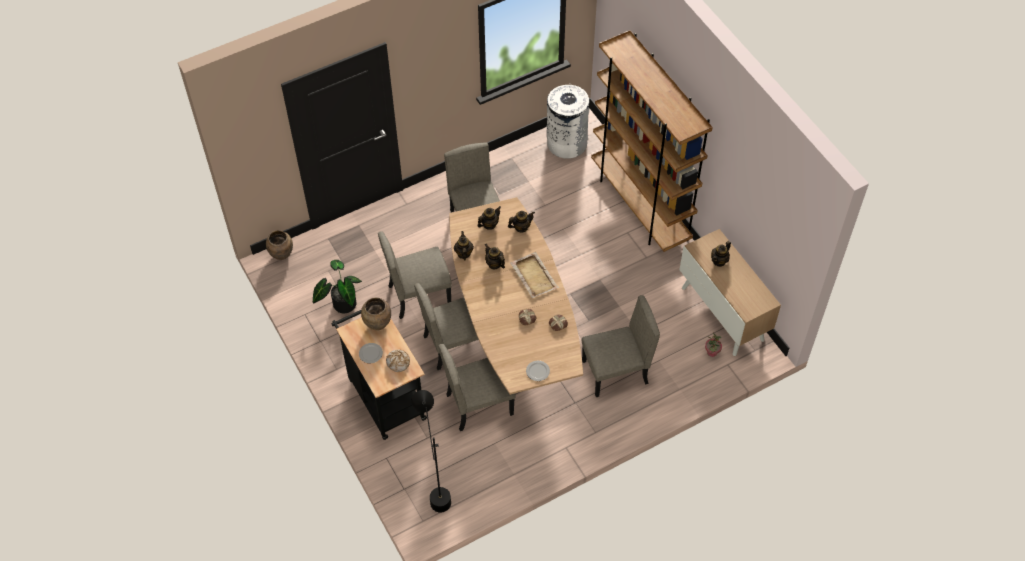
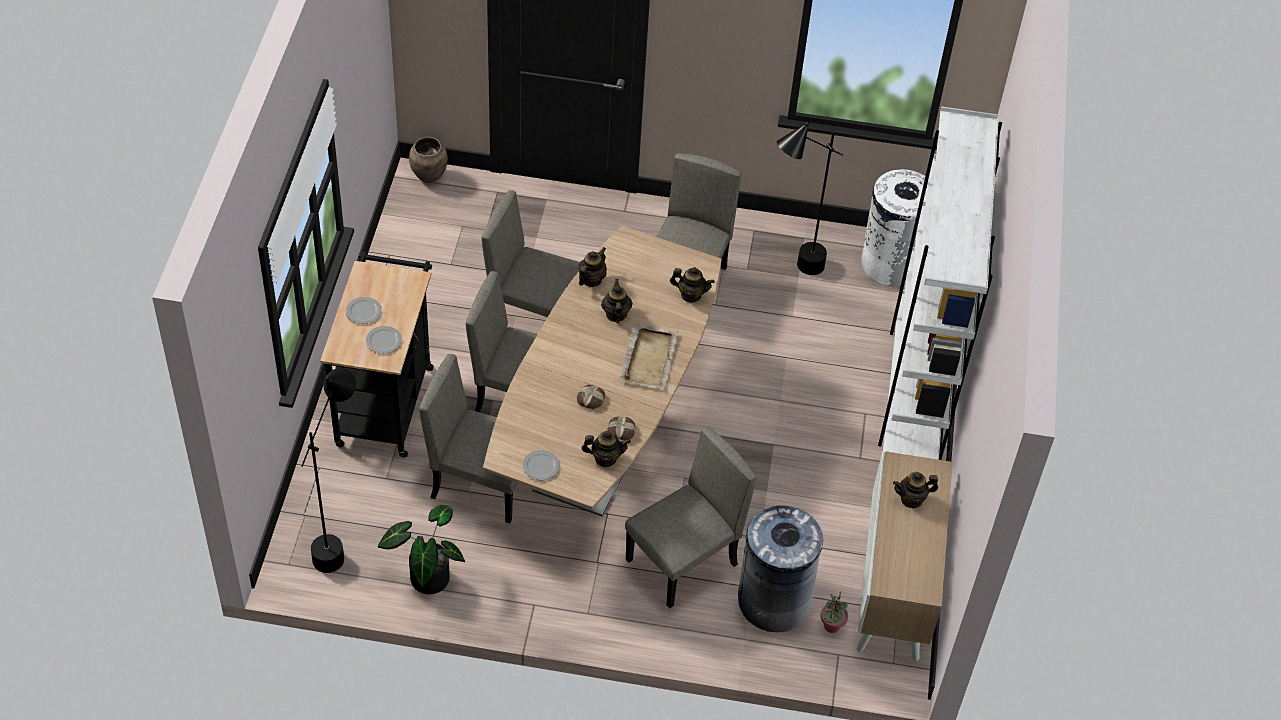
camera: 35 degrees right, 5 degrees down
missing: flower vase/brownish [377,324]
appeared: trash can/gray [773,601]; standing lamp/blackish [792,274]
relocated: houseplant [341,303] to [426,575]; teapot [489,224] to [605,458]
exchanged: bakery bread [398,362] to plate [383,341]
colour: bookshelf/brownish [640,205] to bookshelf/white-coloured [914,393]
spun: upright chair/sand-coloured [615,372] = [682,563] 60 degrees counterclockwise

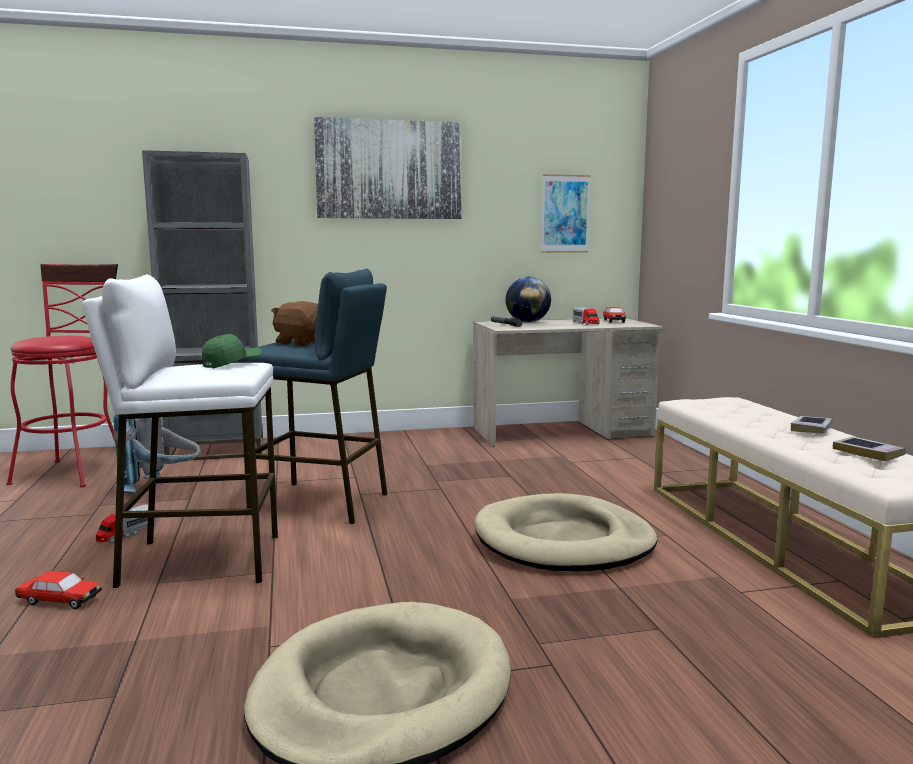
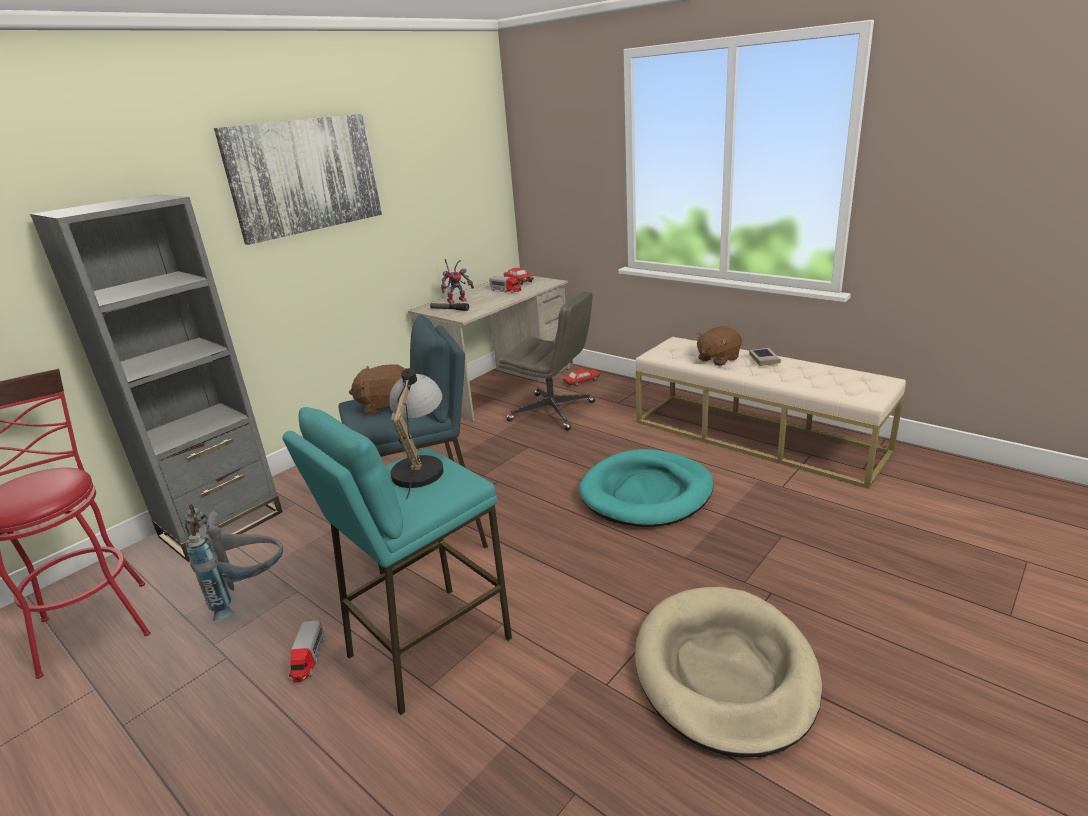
camera: 35 degrees left, 15 degrees up
missing: picture [565,214]; bound book [868,453]
appeared: desk chair/gray [553,412]; plush toy/brownish [717,359]
relocated: model car [59,600] to [581,381]
exchanged: peaked cap/green [232,364] to lamp for a table [420,466]; world globe [527,322] to toy robot [458,300]
colour: stool seat/white-coloured [200,561] to stool seat/turquoise-coloured [427,646]; dog bed/sand-coloured [563,541] to dog bed/turquoise-coloured [646,493]

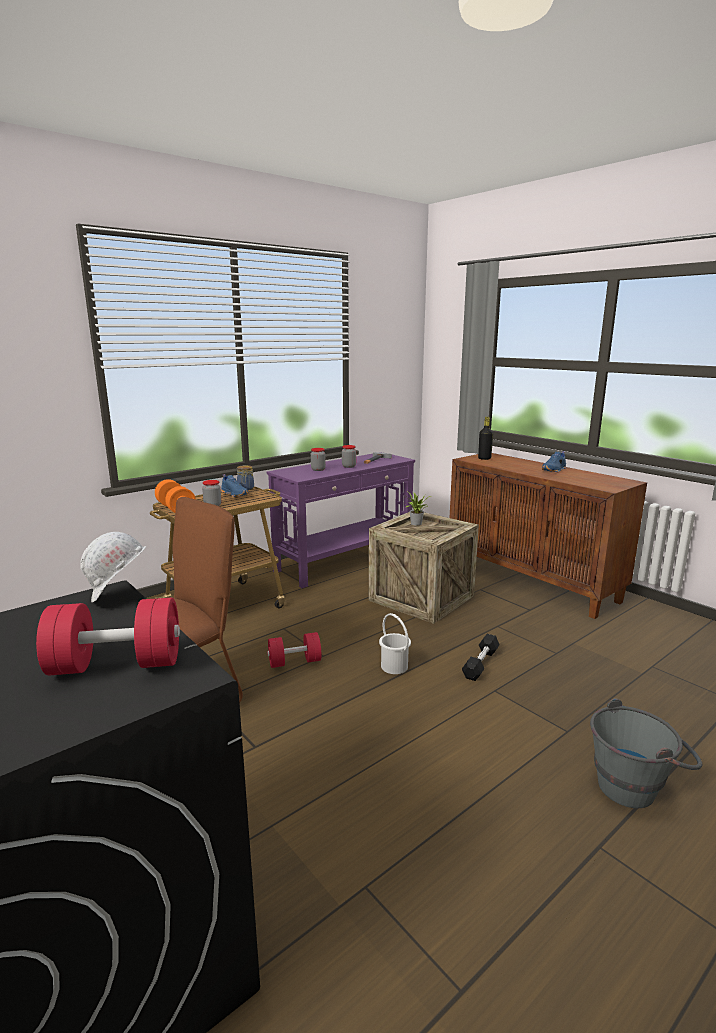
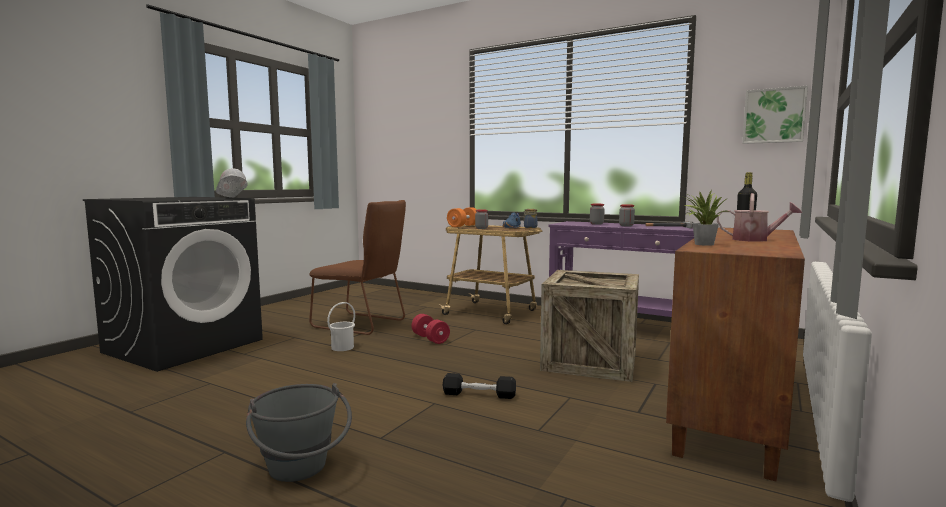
camera: 70 degrees right, 10 degrees down
missing: hand weight/red [117,665]
appeared: picture [774,116]
relocated: bucket/white-coloured [394,667] to [342,347]; houseplant [415,524] to [701,244]
exchanged: item of footwear/blue-coloured [554,470] to watering can [755,240]

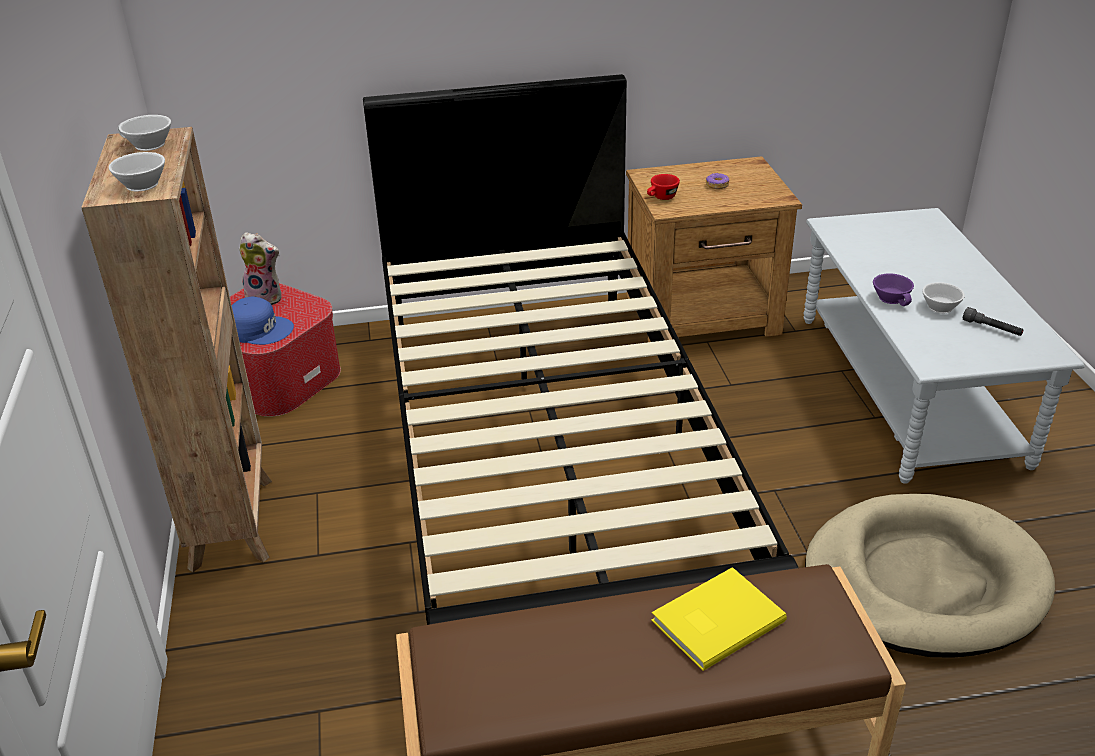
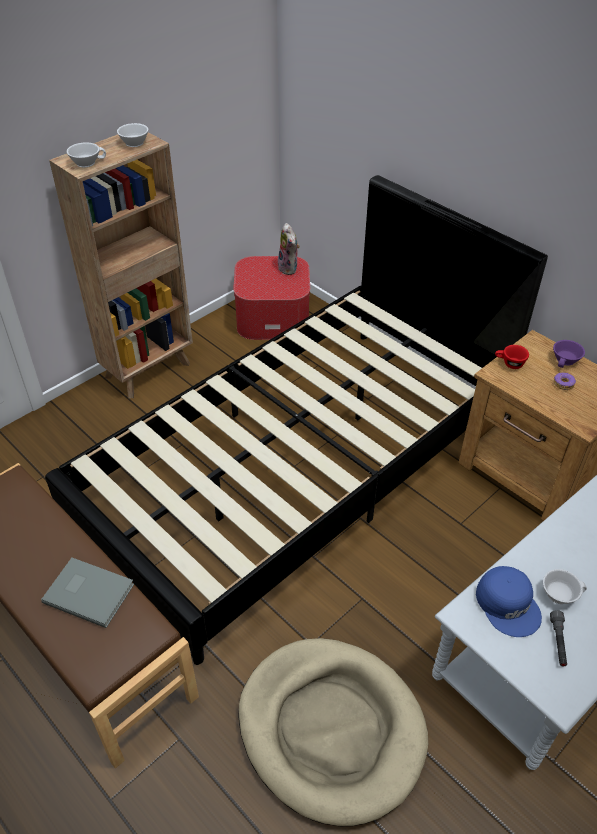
camera: 55 degrees right, 10 degrees up
relocated: peaked cap/blue-coloured [259,329] to [508,604]; small cup/purplish [892,298] to [566,360]
colour: bound book/yellowish [714,620] to bound book/gray [89,591]

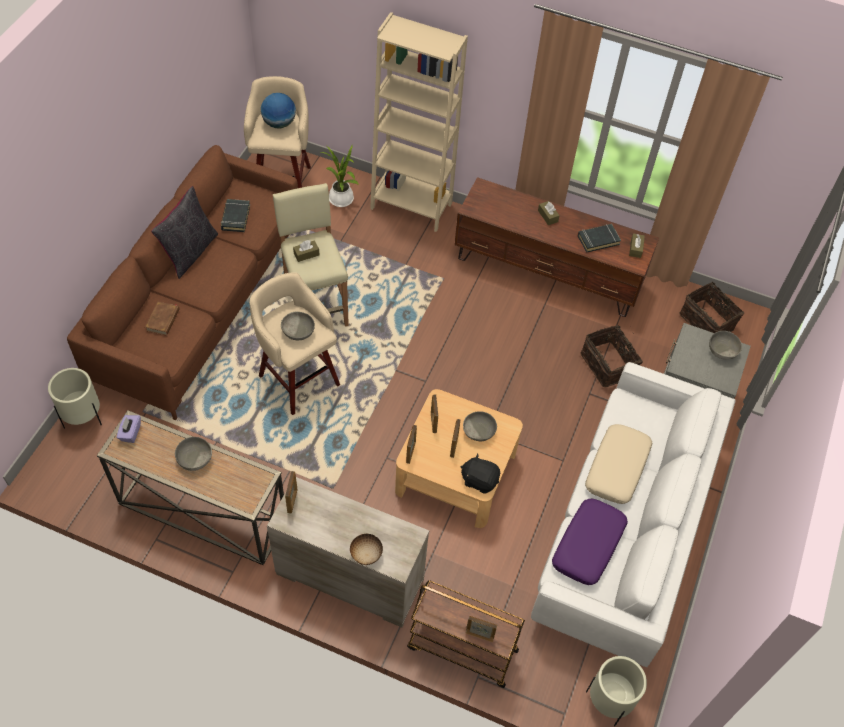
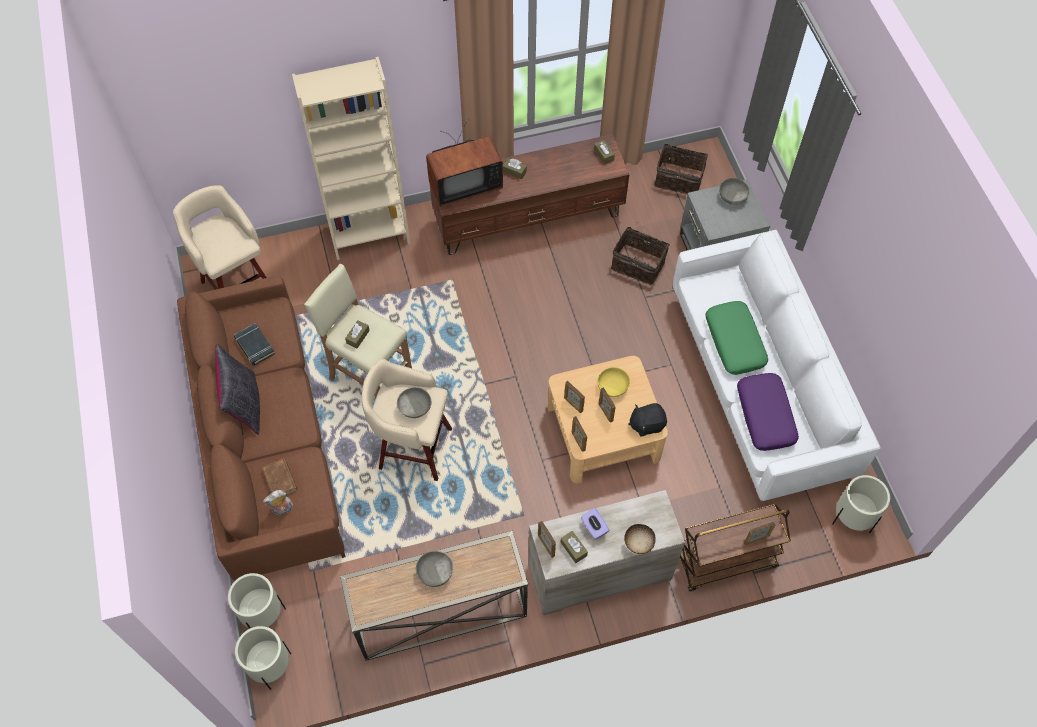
camera: 35 degrees left, 5 degrees up
missing: world globe [279,123]; houseplant [342,201]; bound book/blackish [598,240]
appeared: flower pot/sand-coloured [270,666]; plush toy [282,509]; television [463,184]; tissue holder/brownish [573,549]
relocated: tissue holder/purplish [130,433] to [594,528]
colour: bowl/gray [479,432] to bowl/yellowish [613,387]; pillow/sand-coloured [617,468] to pillow/green [735,342]

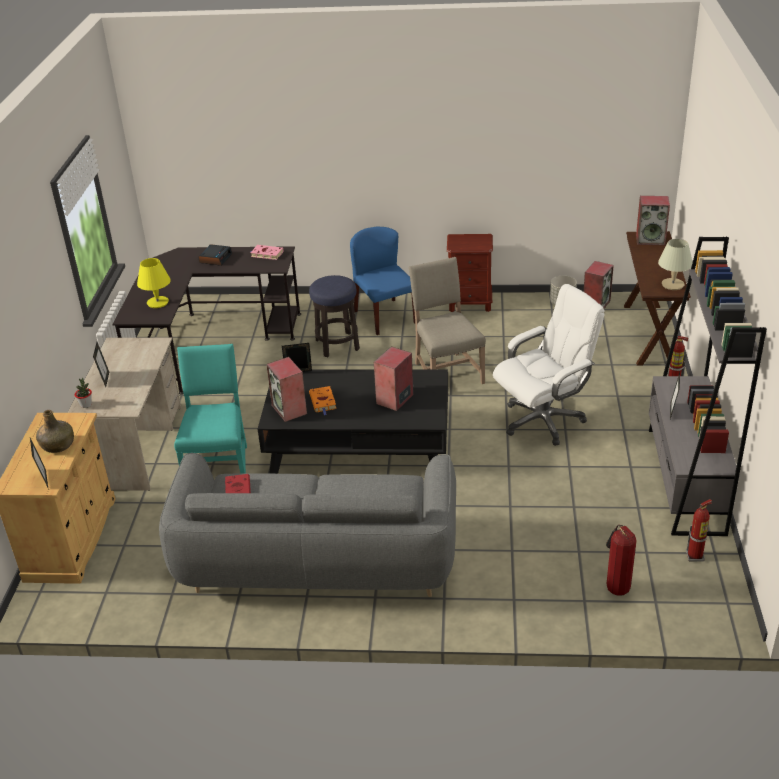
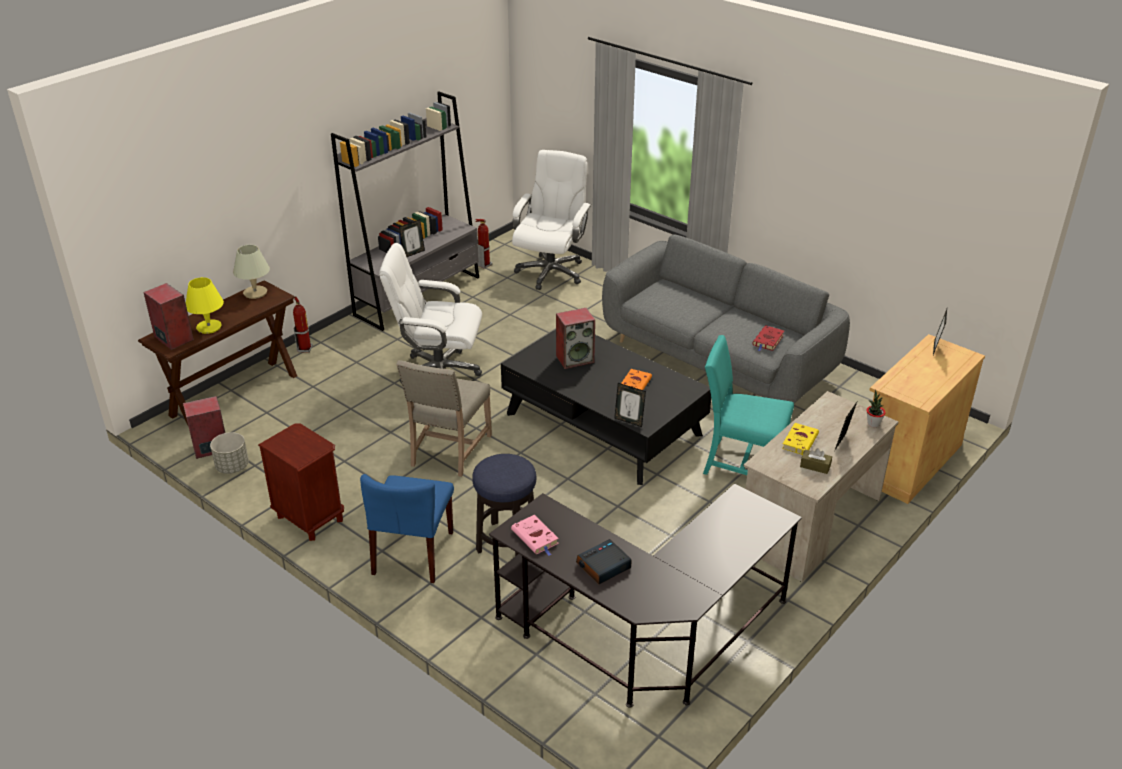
camera: 145 degrees left, 0 degrees up
missing: beverage bottle/green [58,445]; speaker [290,410]
appeared: bound book/yellowish [800,441]; tissue holder/brownish [815,466]
relocated: lamp for a table/yellowish [157,303] to [209,327]
exchanged: extinguisher [616,587] to desk chair/white-coloured [550,272]
spun: upright chair/turquoise-coloured [219,466] = [741,464] 75 degrees clockwise

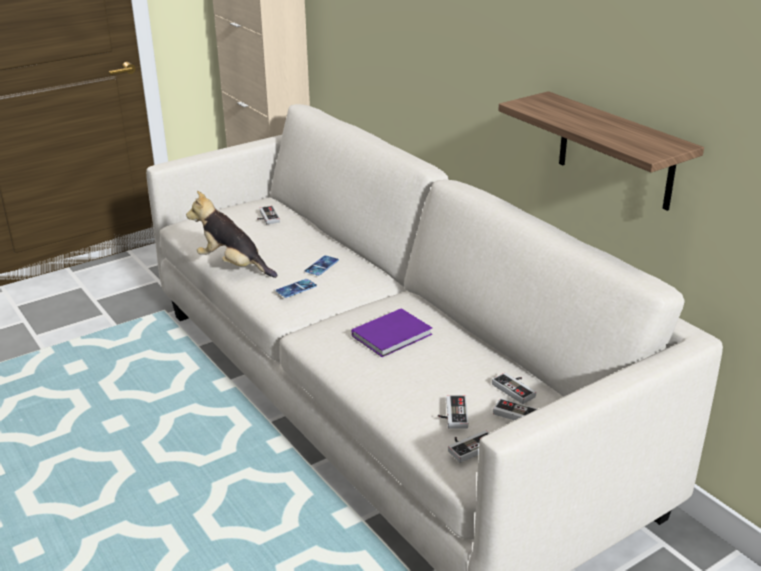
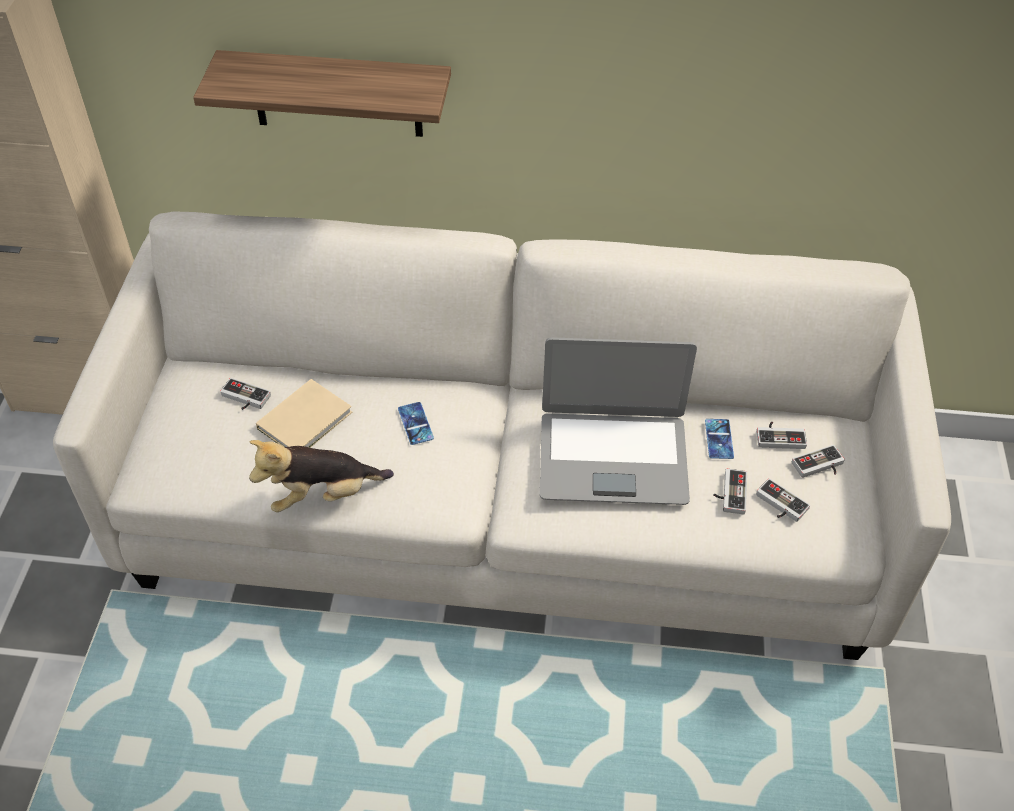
camera: 50 degrees left, 20 degrees up
appeared: bound book/sand-coloured [307,420]
relocated: wall shelf [615,151] to [337,94]; telephone [296,288] to [719,439]; joypad [469,446] to [729,493]
exchanged: bound book/purplish [394,335] to notebook computer [612,457]

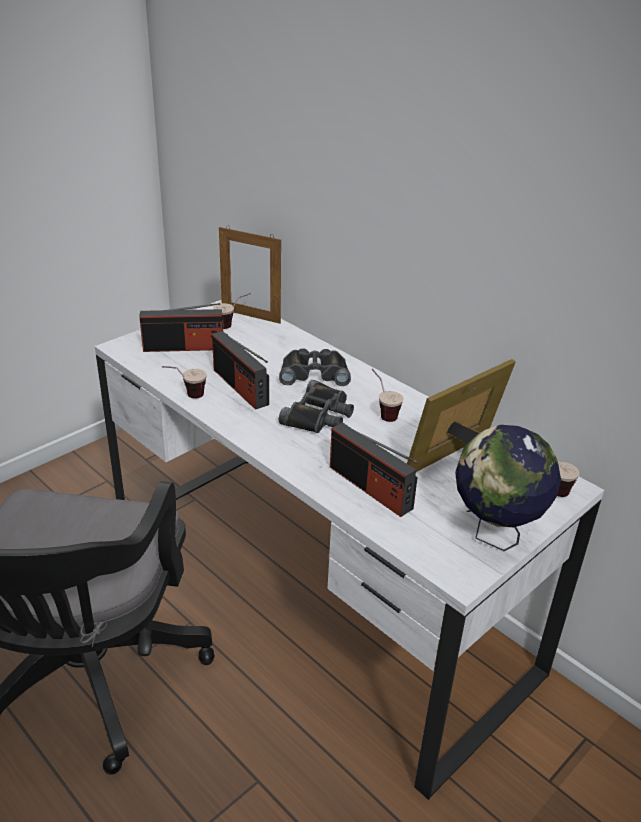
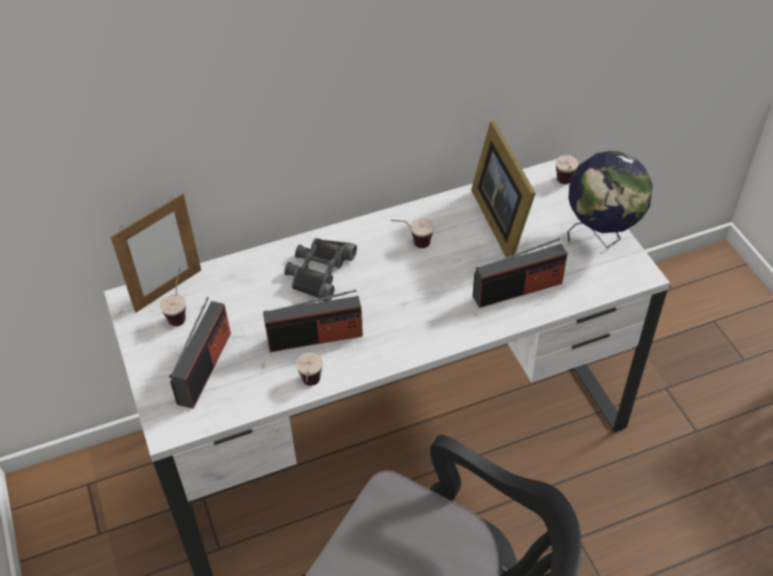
camera: 65 degrees left, 15 degrees up
missing: binoculars/blackish [319,415]

